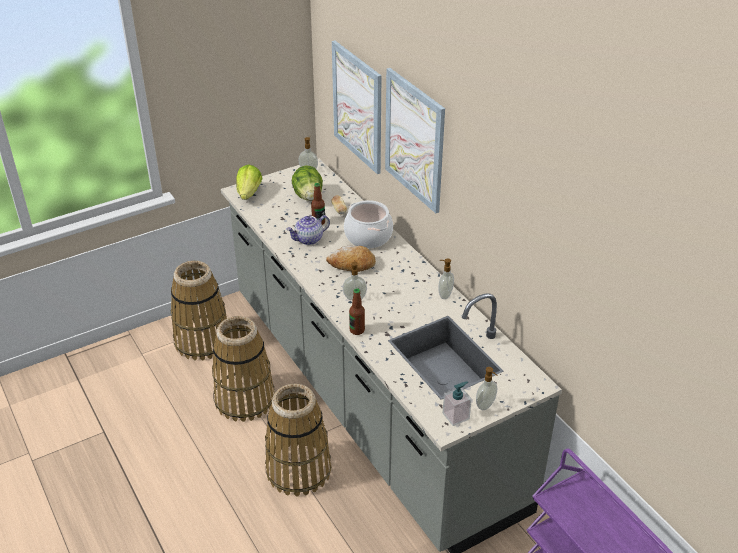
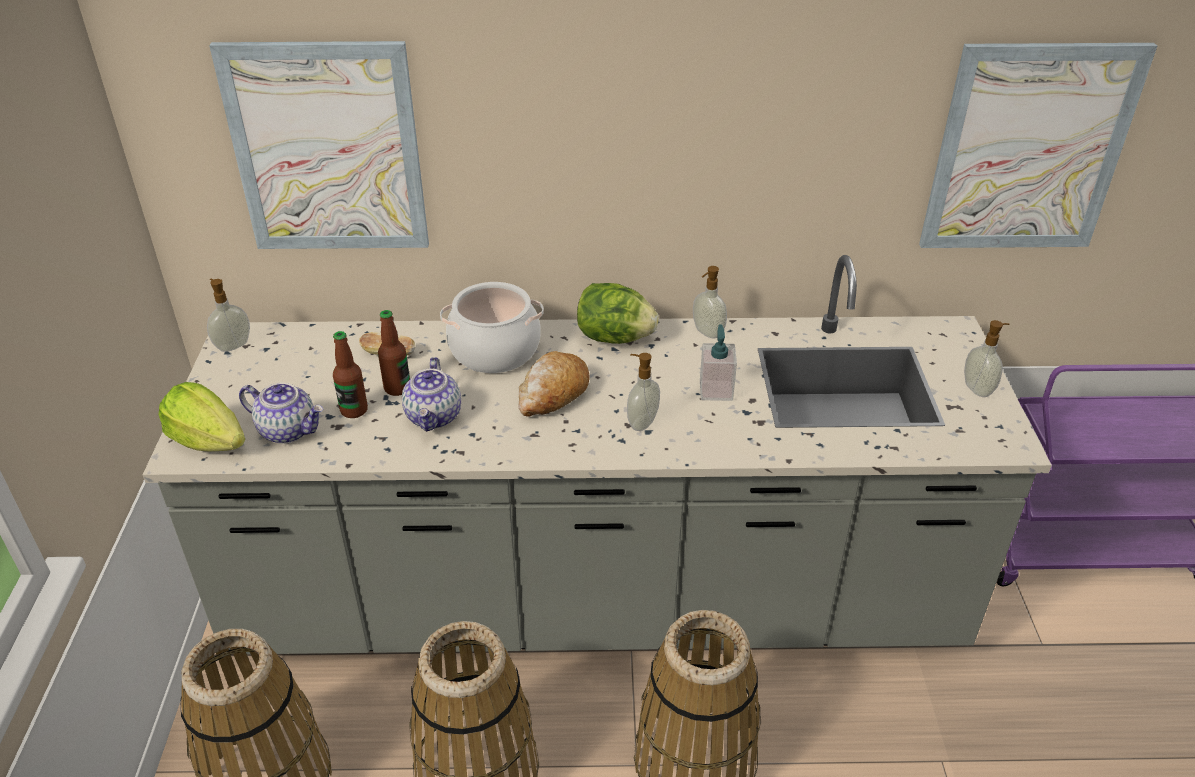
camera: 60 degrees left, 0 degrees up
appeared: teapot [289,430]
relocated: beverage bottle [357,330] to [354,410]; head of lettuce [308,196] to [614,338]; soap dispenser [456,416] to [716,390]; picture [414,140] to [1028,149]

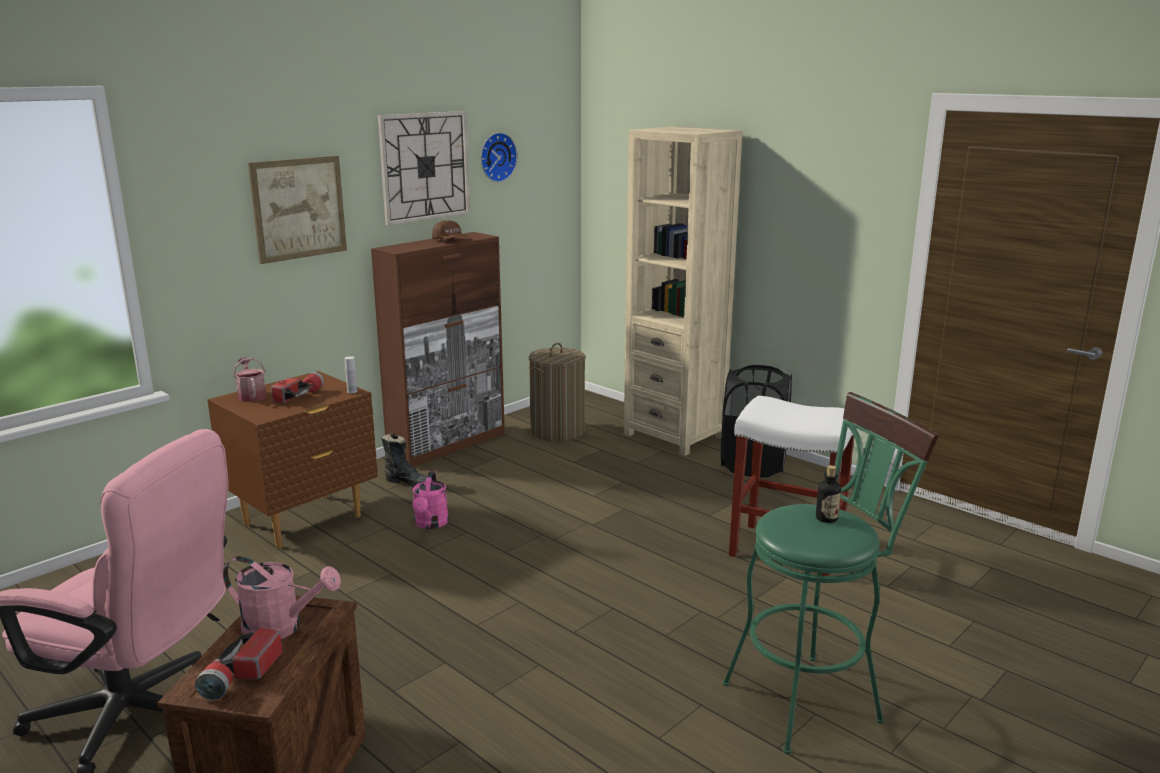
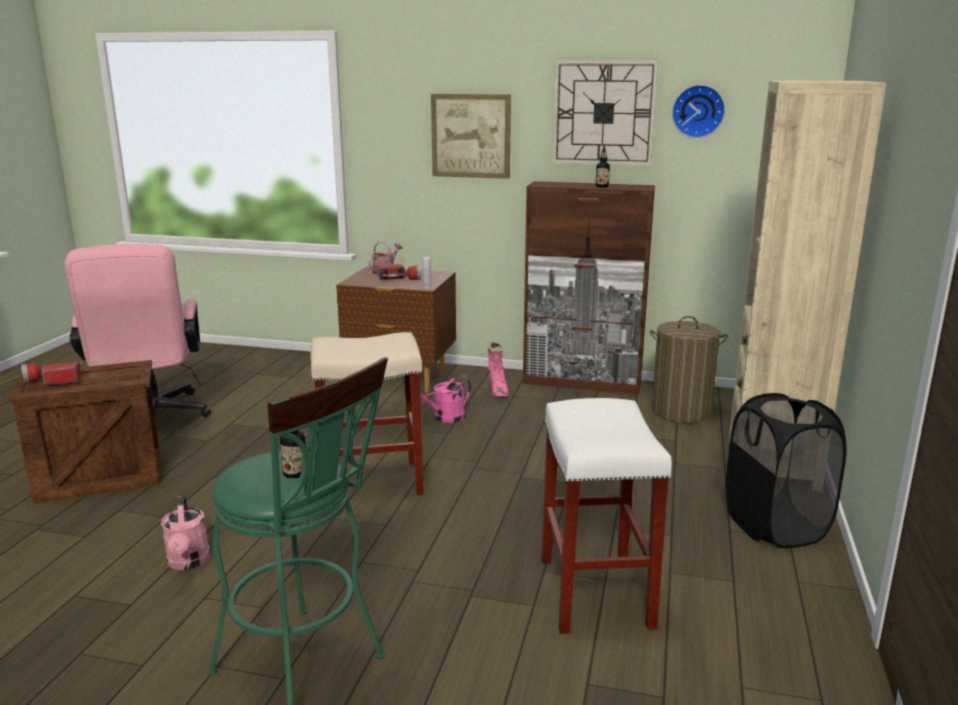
camera: 60 degrees right, 0 degrees up
appeared: stool seat/sand-coloured [372,481]
relocated: watering can/pink [282,627] to [188,562]
exchanged: peaked cap/brownish [450,241] to beverage bottle [602,186]
colour: high-top boot/blackish [408,483] to high-top boot/pink [498,391]

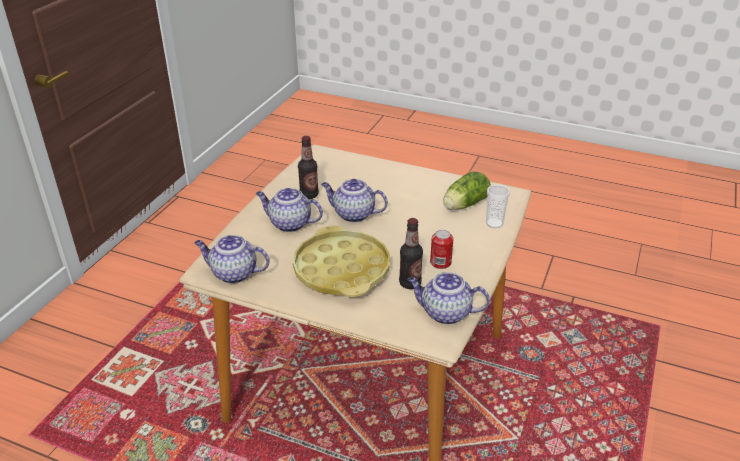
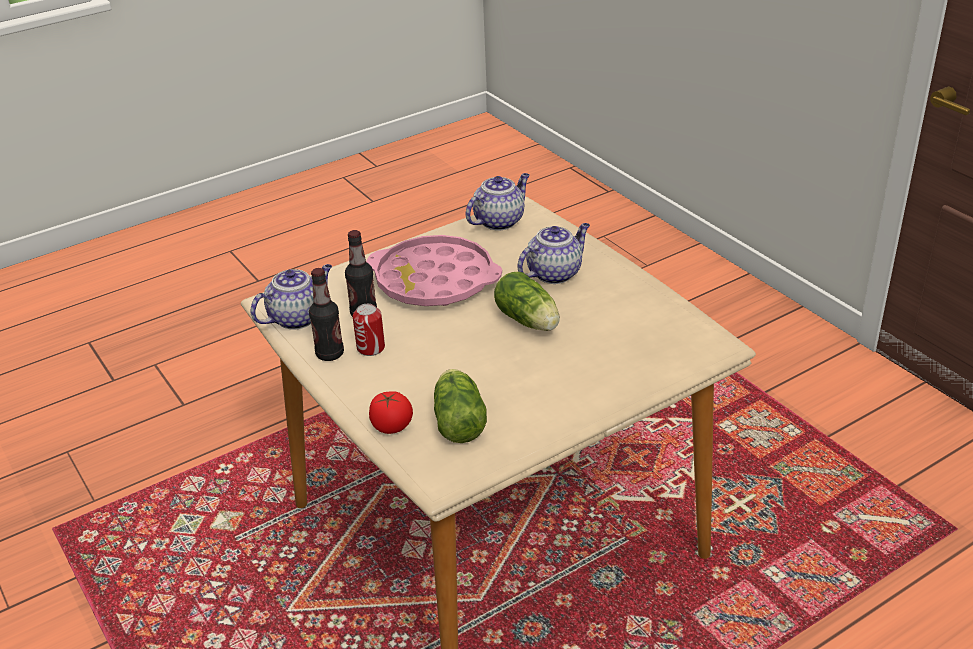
camera: 125 degrees right, 0 degrees up
relocated: beverage bottle [309,195] to [330,354]
exchanged: small cup [494,223] to fresh tomato [391,426]; teapot [353,214] to head of lettuce [529,322]
colour: carrying tray/yellowish [342,270] to carrying tray/pink [434,281]

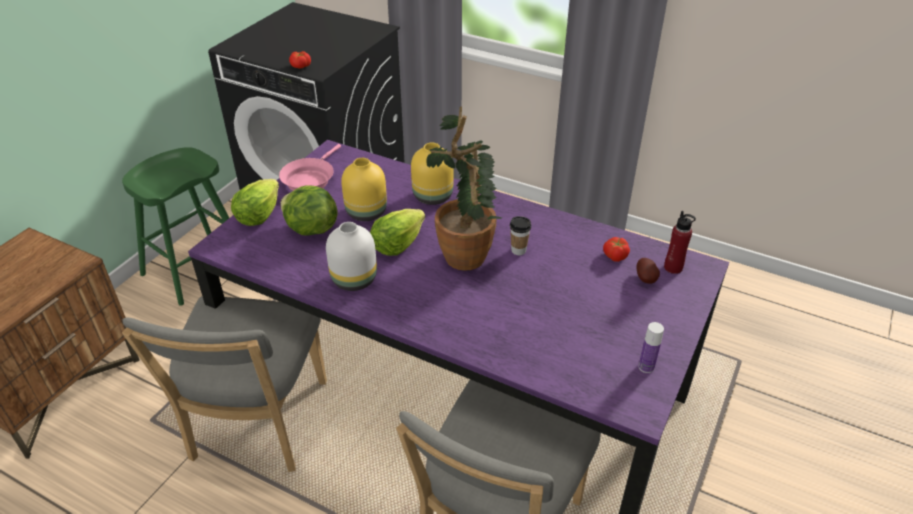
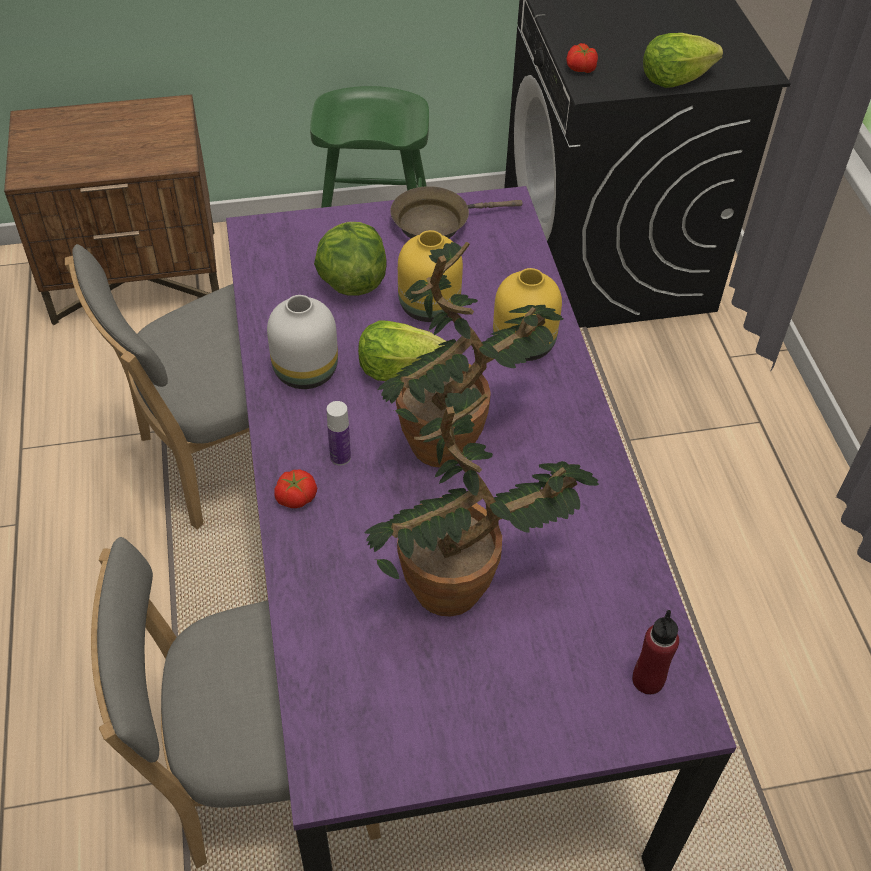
camera: 50 degrees right, 10 degrees up
missing: small cup [518,250]; whole potato [646,279]
appeared: houseplant [466,587]
relocated: fresh tomato [615,256] to [295,496]; beverage bottle [646,367] to [340,457]; head of lettuce [258,215] to [674,79]
colour: pan/pink [310,179] to pan/brownish [436,222]

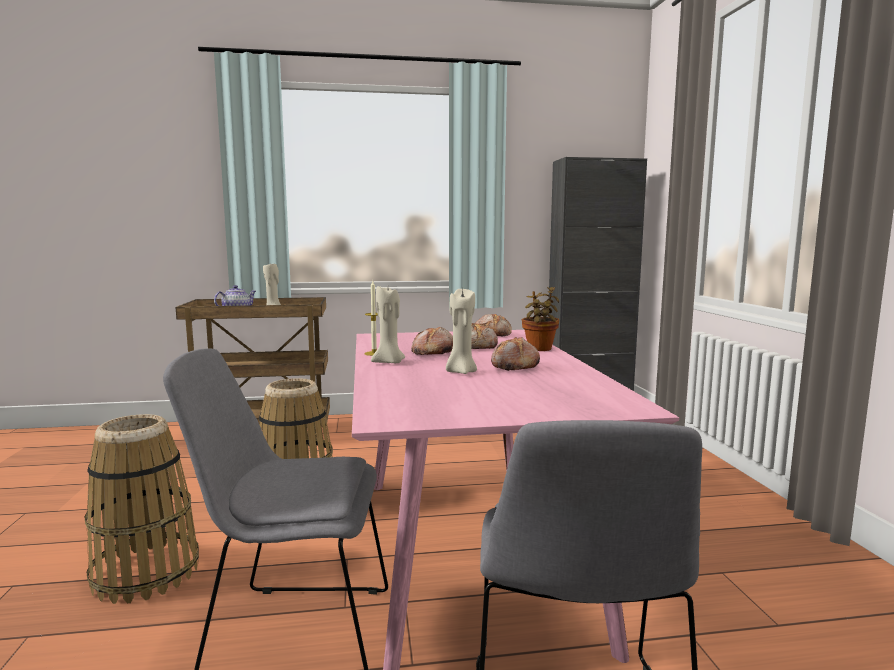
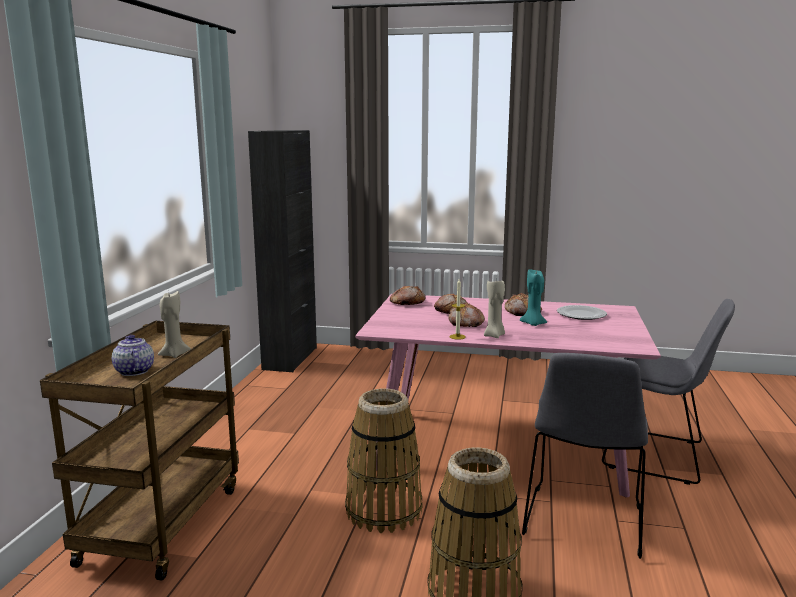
camera: 70 degrees left, 5 degrees up
missing: houseplant [539,349]
appeared: plate [582,314]
colour: wax light/sand-coloured [460,372] to wax light/turquoise-coloured [533,324]

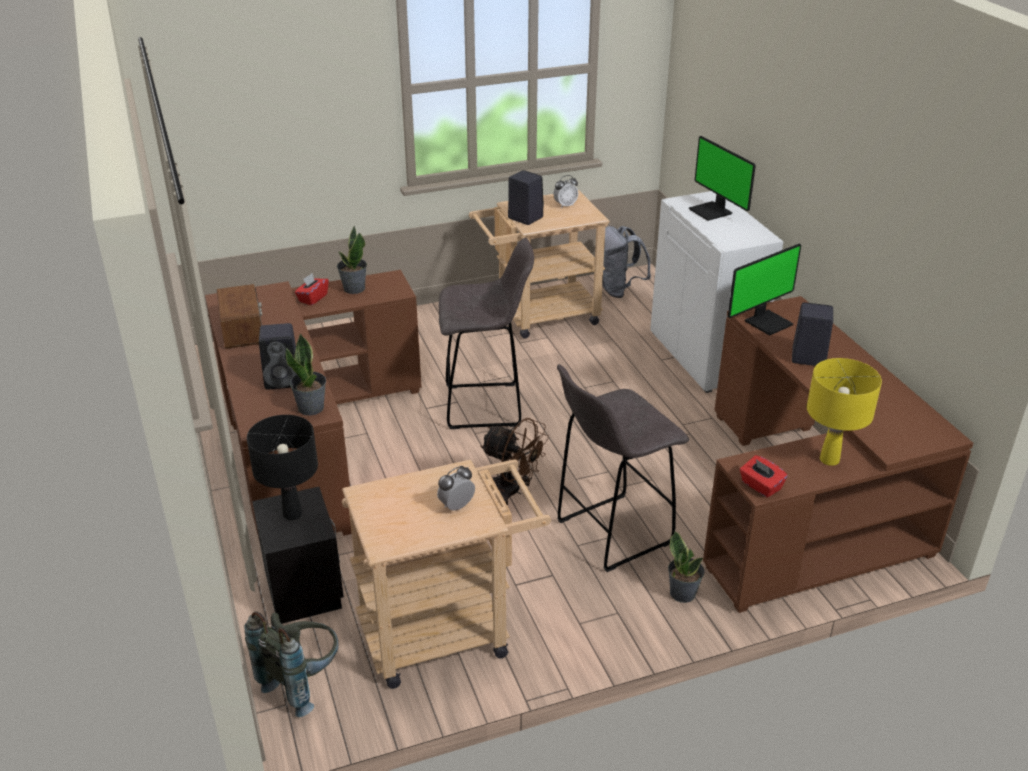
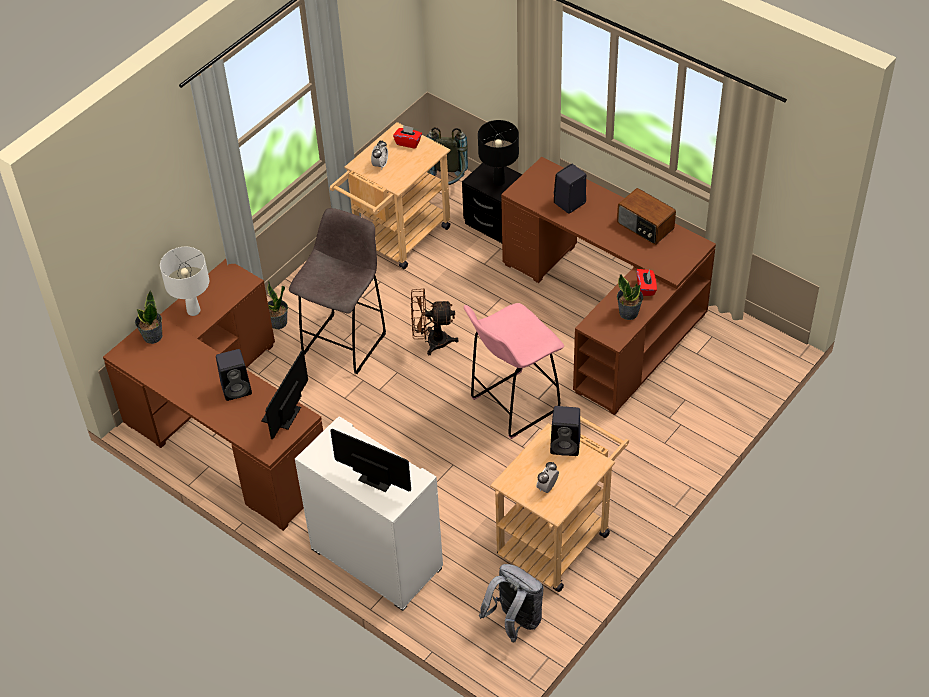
camera: 150 degrees right, 15 degrees up
relocated: houseplant [311,408] to [152,336]; tissue holder/red [760,486] to [408,142]
colour: lamp for a table/yellowish [829,460] to lamp for a table/white-coloured [193,311]; stool seat/gray [486,406] to stool seat/pink [512,405]

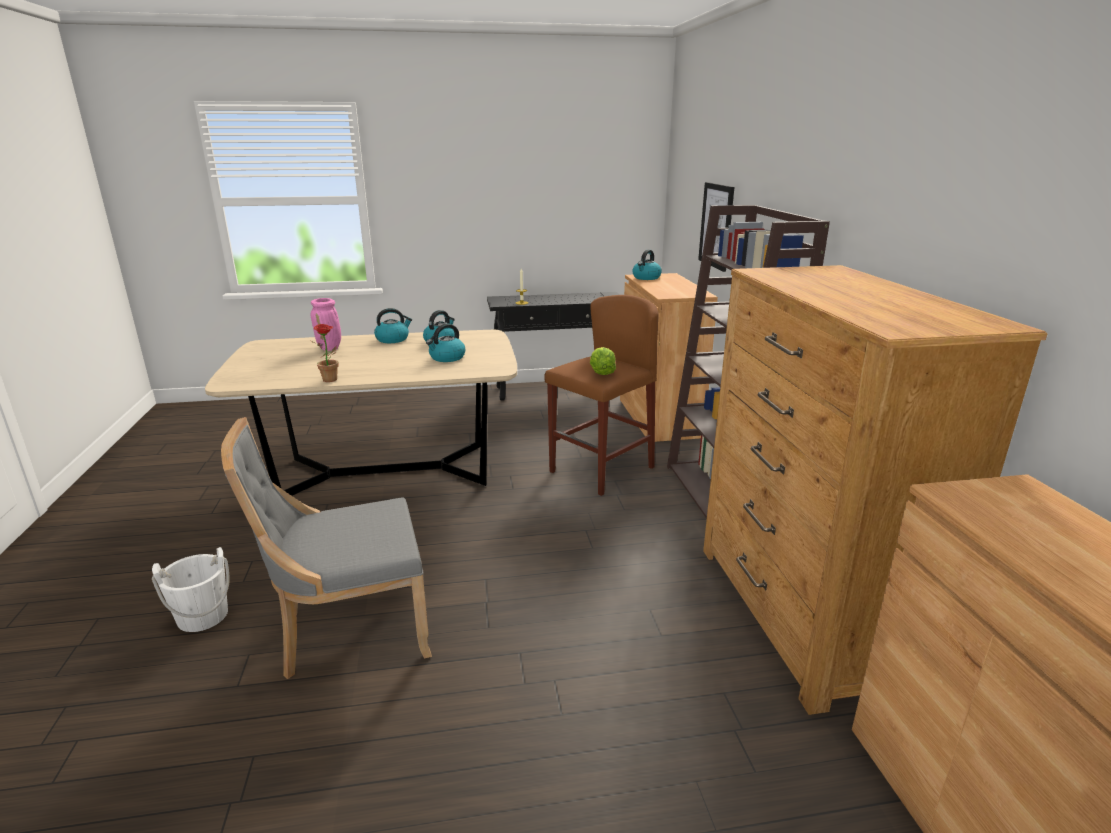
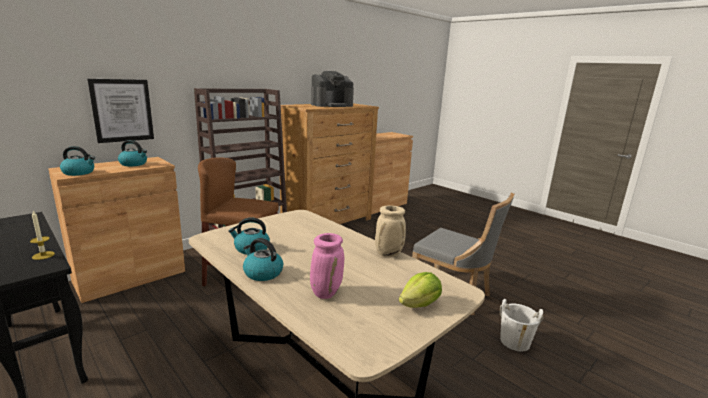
camera: 125 degrees left, 5 degrees down
appeared: coffee brewer [331,105]
relocated: tea kettle [447,358] to [134,164]; head of lettuce [601,373] to [420,304]
exchanged: houseplant [332,380] to flower vase/sand-coloured [389,253]

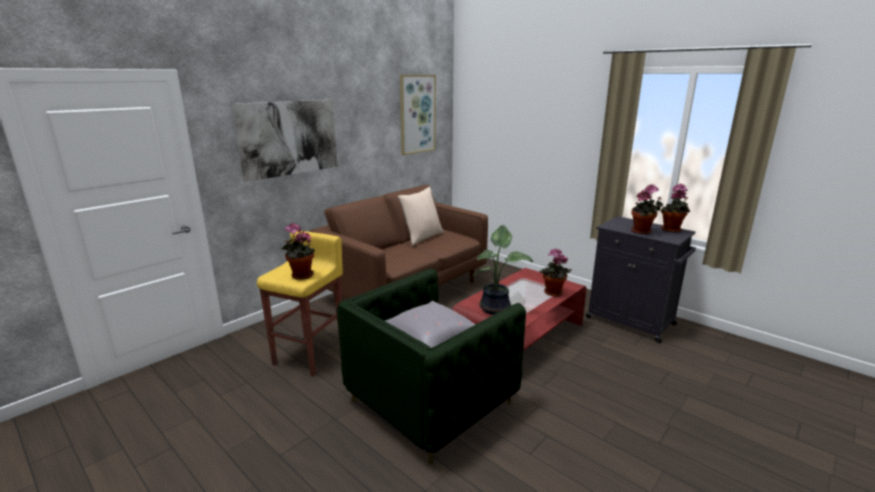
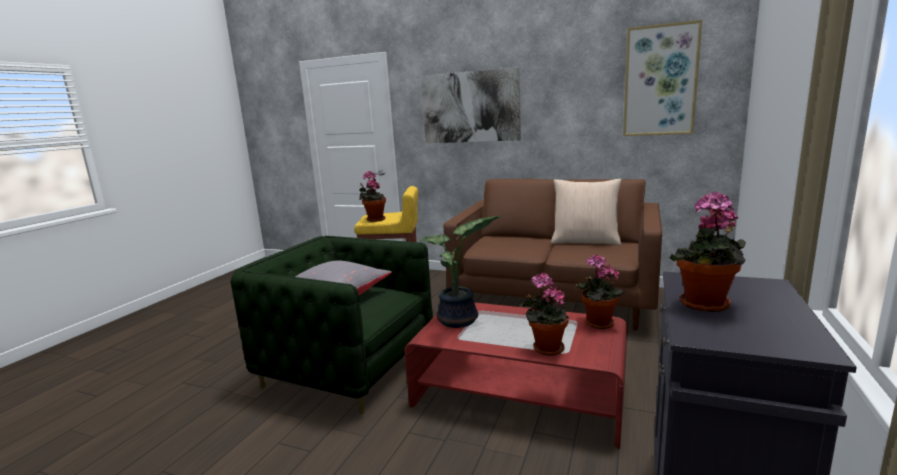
camera: 70 degrees right, 5 degrees down
relocated: houseplant [671,230] to [597,324]

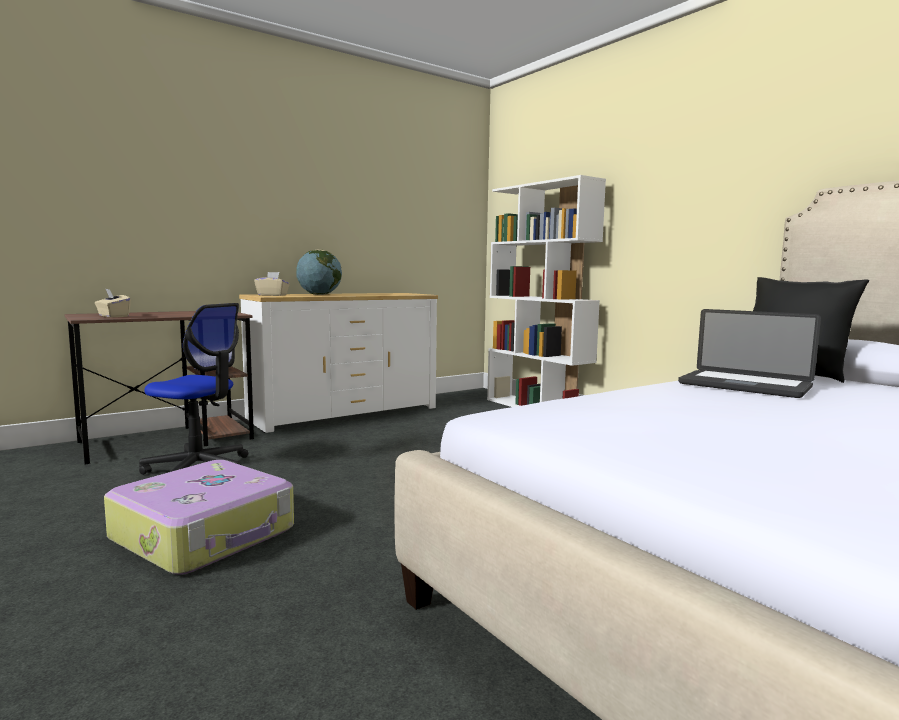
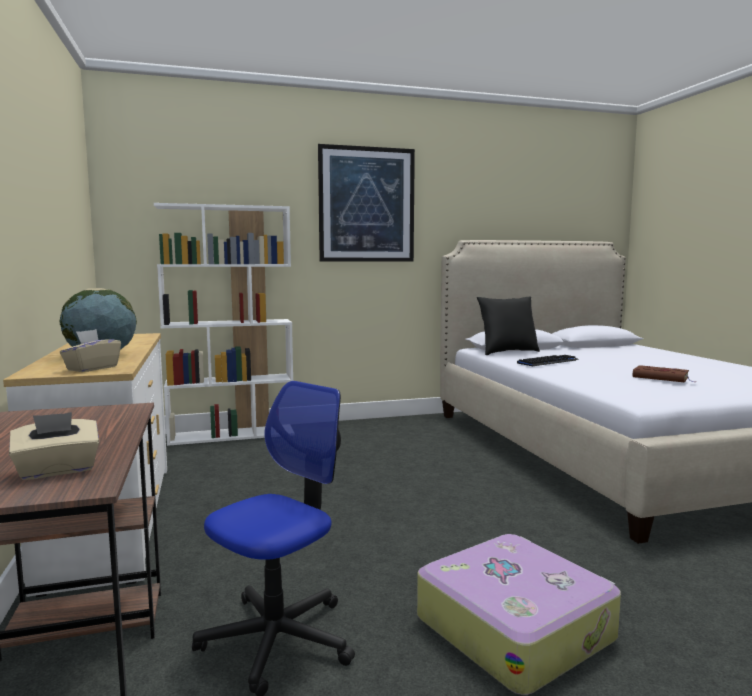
camera: 70 degrees left, 0 degrees up
appeared: picture [366,205]; bound book/brownish [662,378]
exchanged: notebook computer [744,386] to keyboard [548,362]

